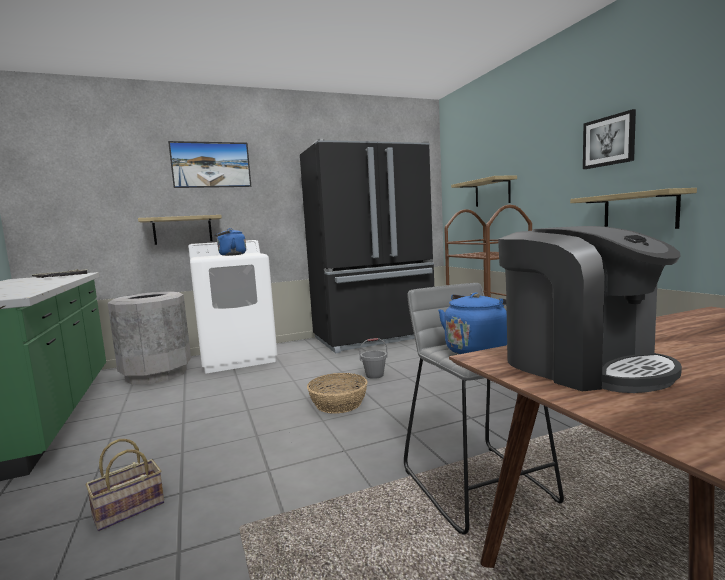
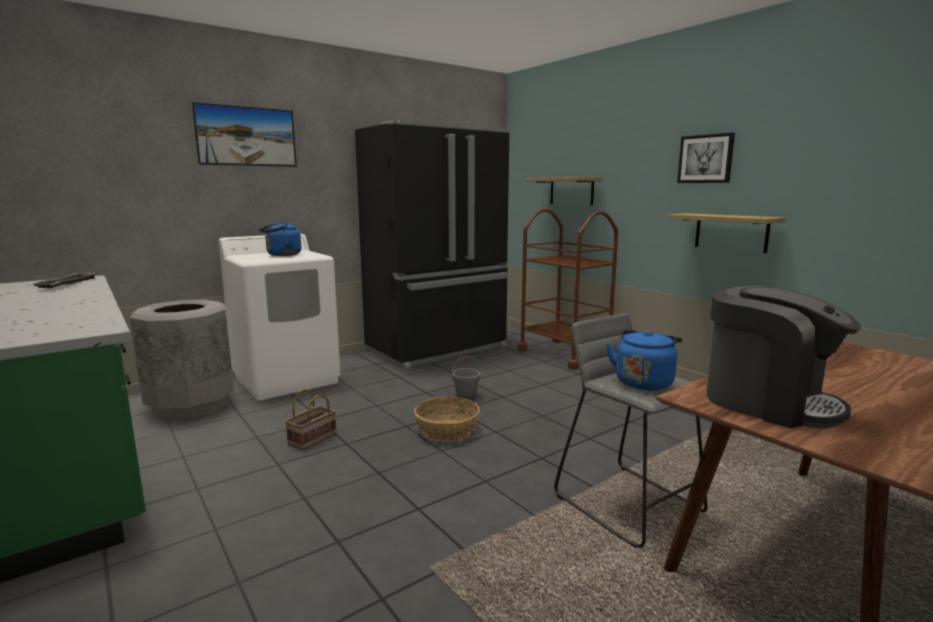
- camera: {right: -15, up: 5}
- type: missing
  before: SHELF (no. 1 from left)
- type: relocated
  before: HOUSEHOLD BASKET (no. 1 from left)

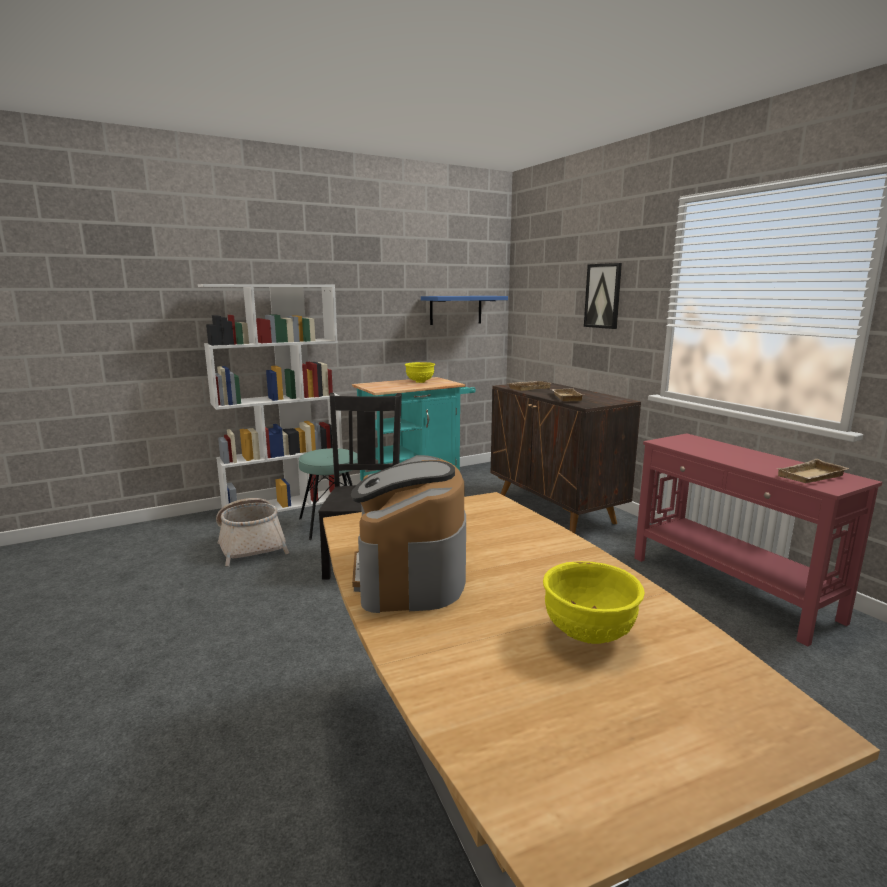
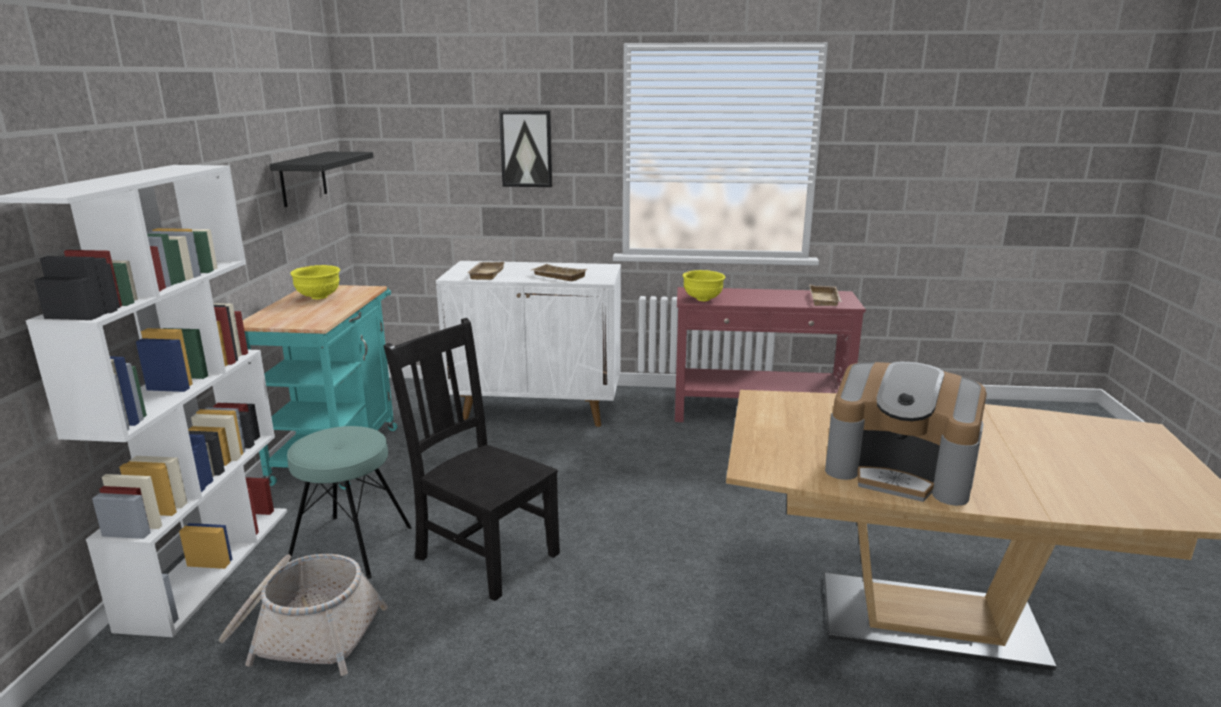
- camera: {right: -55, up: 5}
- type: colour
  before: BLUE-COLOURED SHELF
  after: BLACK SHELF
- type: colour
  before: BROWN CUPBOARD
  after: WHITE-COLOURED CUPBOARD
- type: relocated
  before: YELLOWISH BOWL (no. 2 from left)

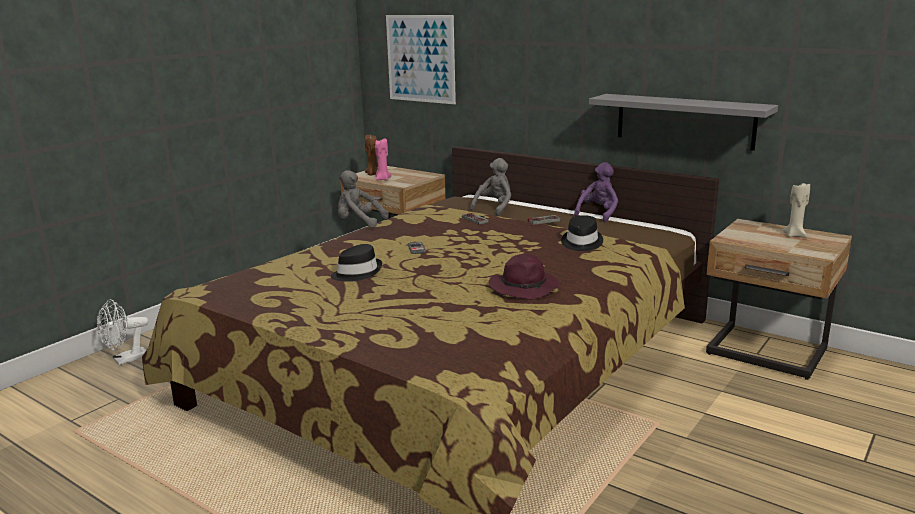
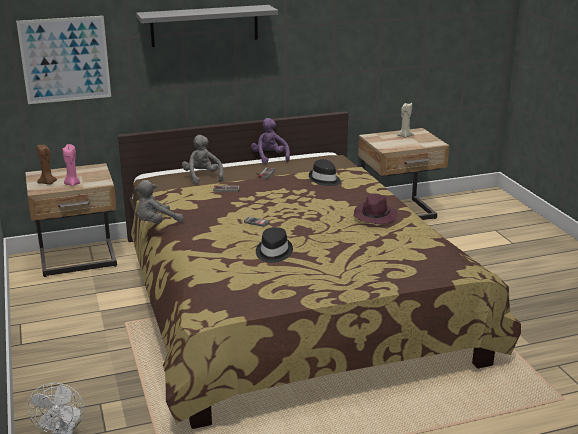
- camera: {right: -55, up: 5}
- type: relocated
  before: GRAY SHELF

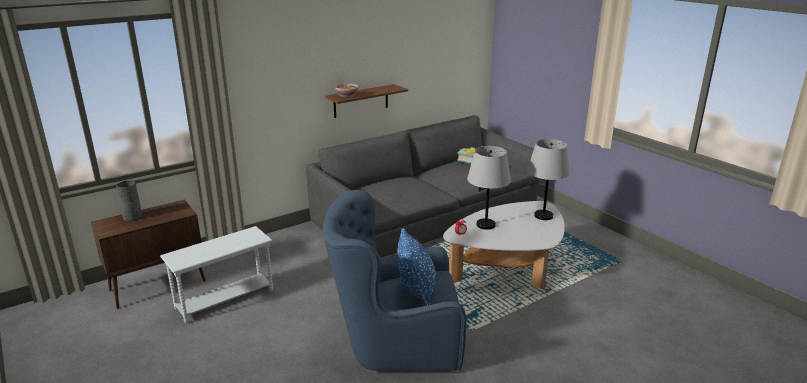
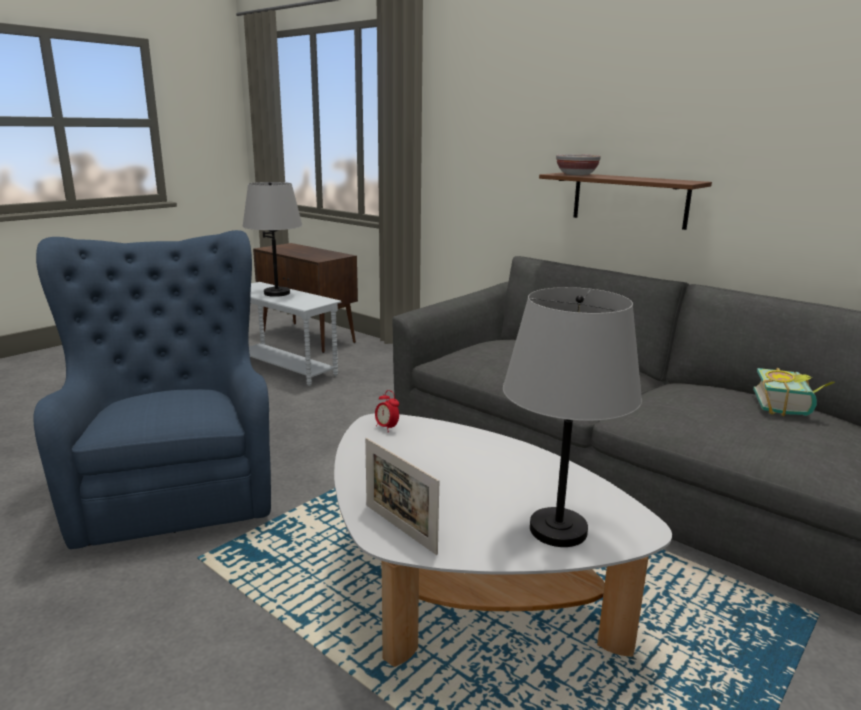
- camera: {right: 75, up: -5}
- type: relocated
  before: GRAY LAMP FOR A TABLE (no. 1 from left)
- type: missing
  before: GRAY DECORATIVE VASE
- type: missing
  before: BLUE-COLOURED CUSHION
- type: appeared
  after: PHOTO FRAME

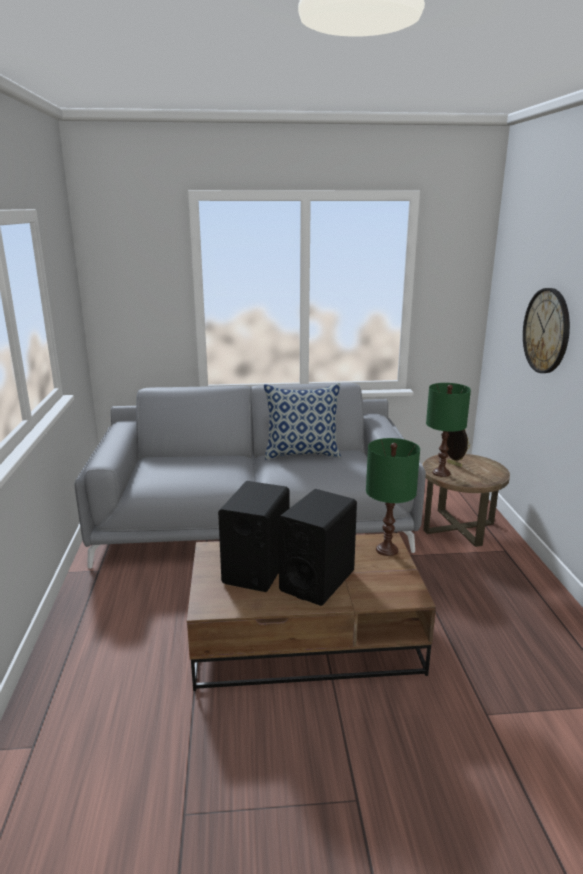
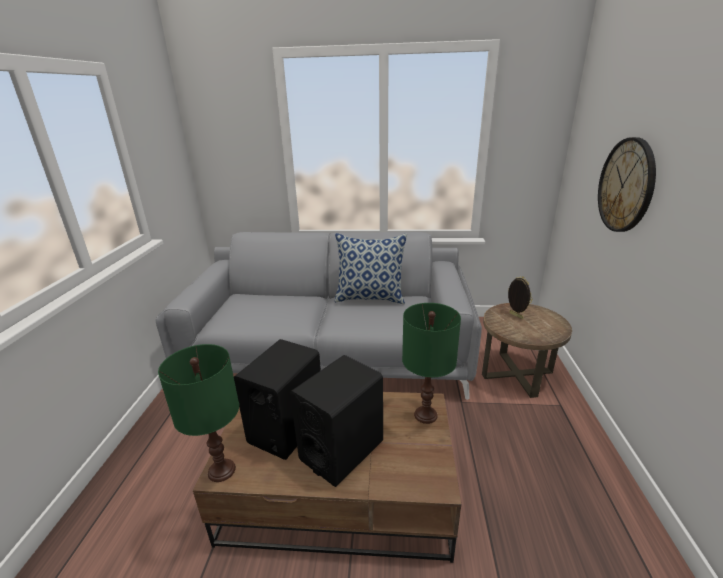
- camera: {right: 10, up: 5}
- type: relocated
  before: GREEN-COLOURED LAMP FOR A TABLE (no. 2 from left in the first image)
  after: GREEN-COLOURED LAMP FOR A TABLE (no. 1 from left)

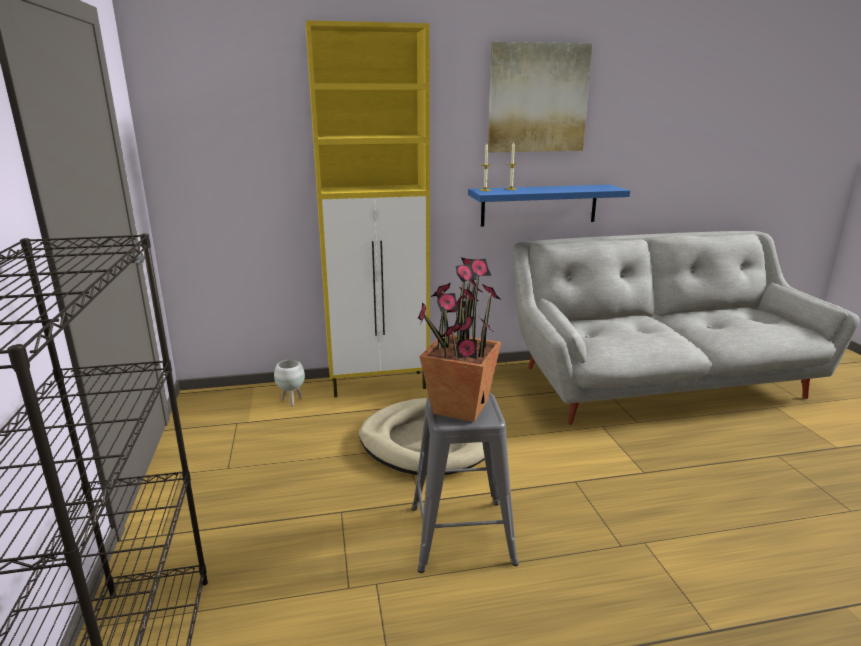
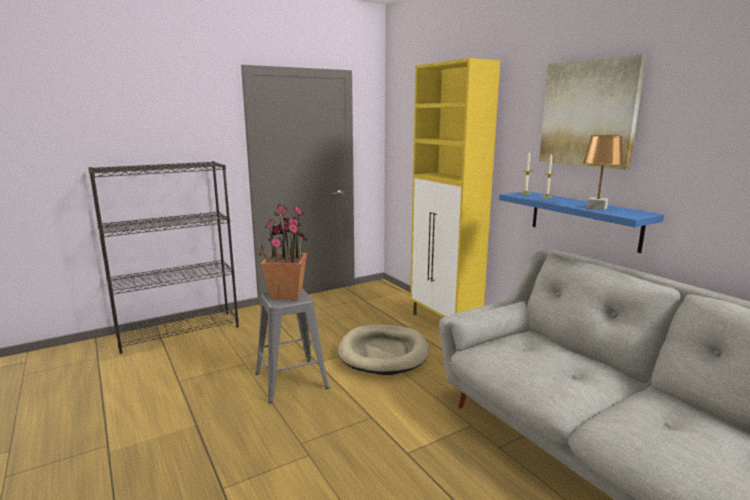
- camera: {right: 70, up: -5}
- type: missing
  before: WHITE-COLOURED FLOWER POT
- type: appeared
  after: BROWN LAMP FOR A TABLE

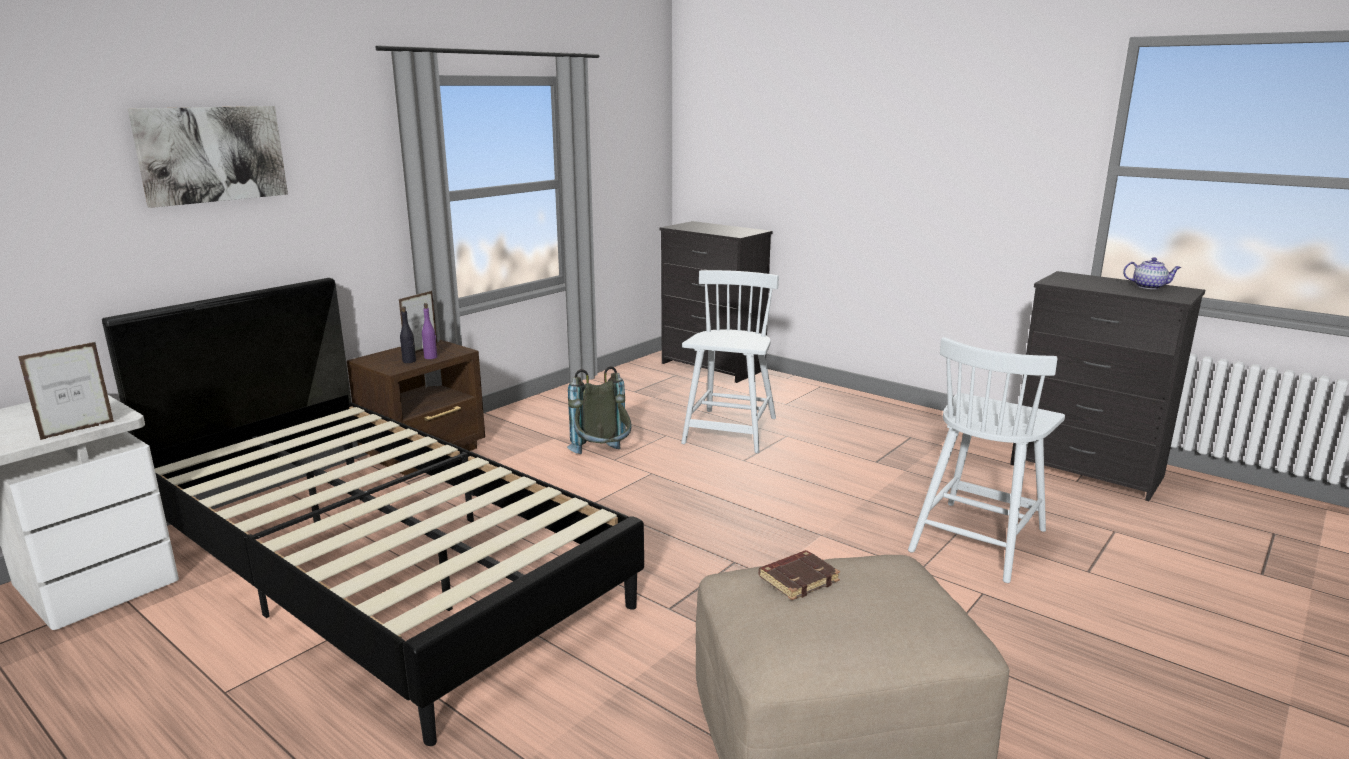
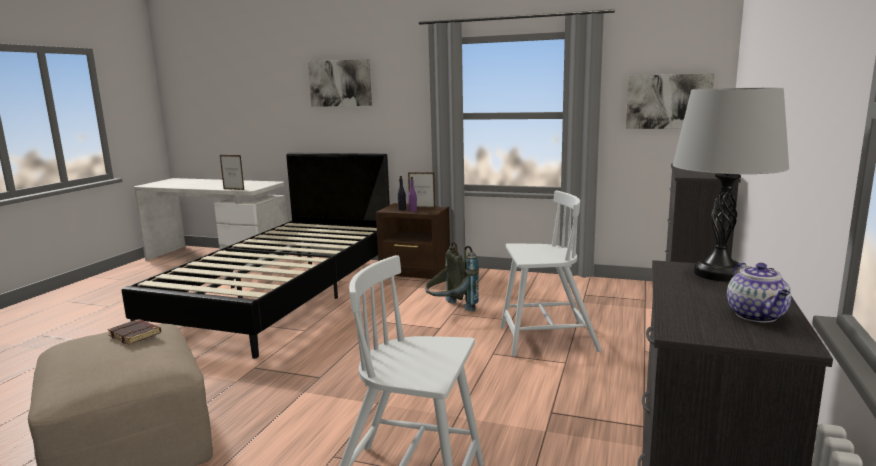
- camera: {right: 70, up: -5}
- type: appeared
  after: PICTURE (no. 2 from left)
- type: appeared
  after: GRAY LAMP FOR A TABLE

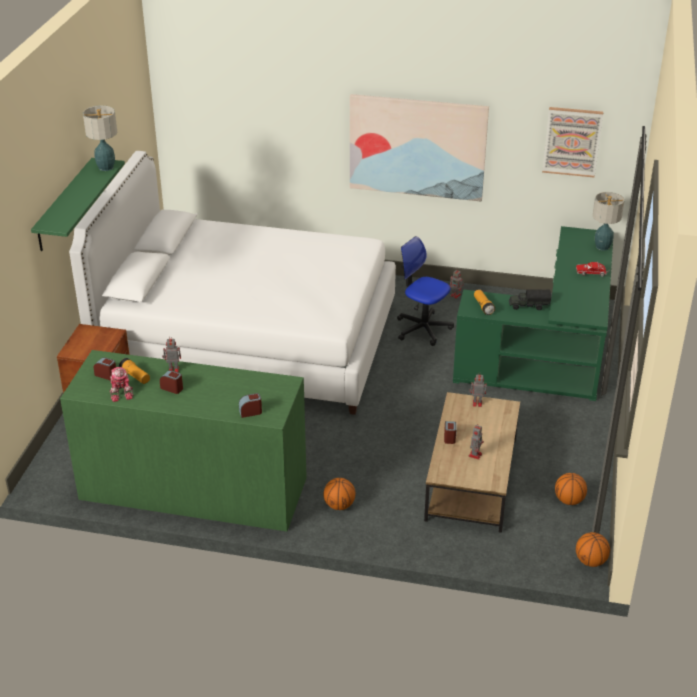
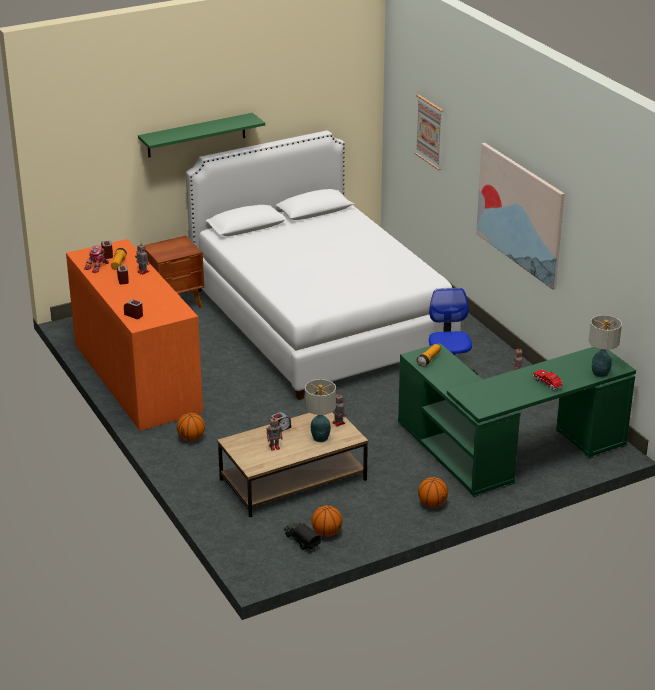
- camera: {right: 50, up: -5}
- type: relocated
  before: LAMP FOR A TABLE (no. 1 from left)
- type: relocated
  before: PICTURE (no. 2 from left in the first image)
  after: PICTURE (no. 1 from left)
- type: relocated
  before: TOY LORRY (no. 1 from left)
- type: colour
  before: GREEN-COLOURED DRESSER
  after: ORANGE-COLOURED DRESSER
- type: relocated
  before: BASKETBALL (no. 3 from left)

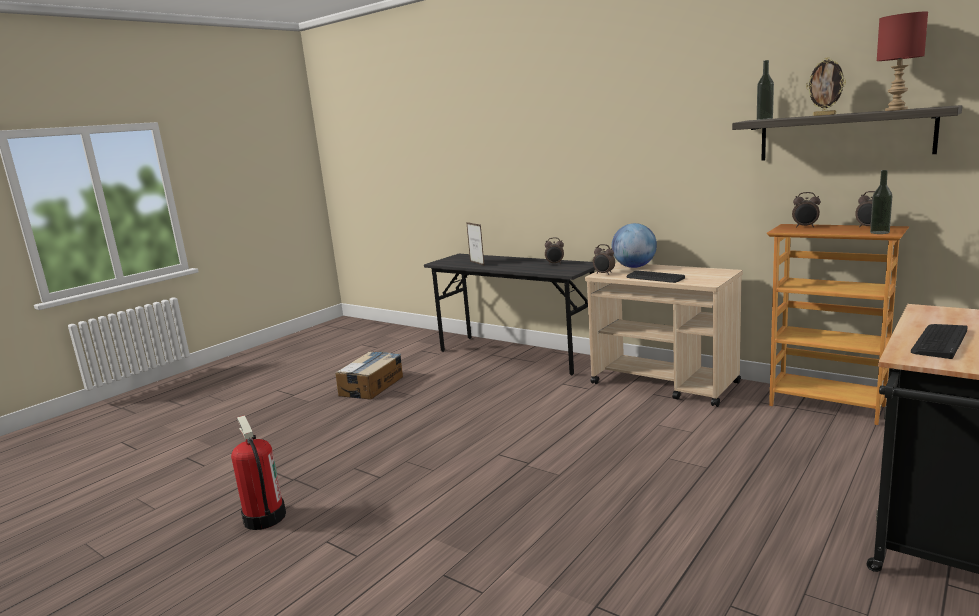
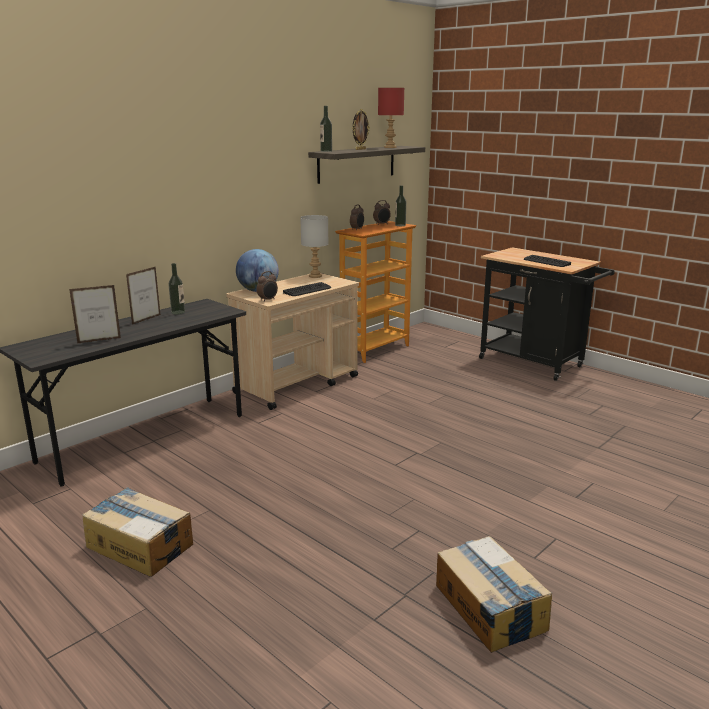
- camera: {right: -85, up: 5}
- type: exchanged
  before: ALARM CLOCK (no. 1 from left)
  after: DRINK BOTTLE (no. 1 from left)
- type: exchanged
  before: FIRE-FIGHTING CYLINDER
  after: CARTON (no. 2 from left)
- type: appeared
  after: GRAY LAMP FOR A TABLE
- type: appeared
  after: PHOTO FRAME (no. 2 from left)

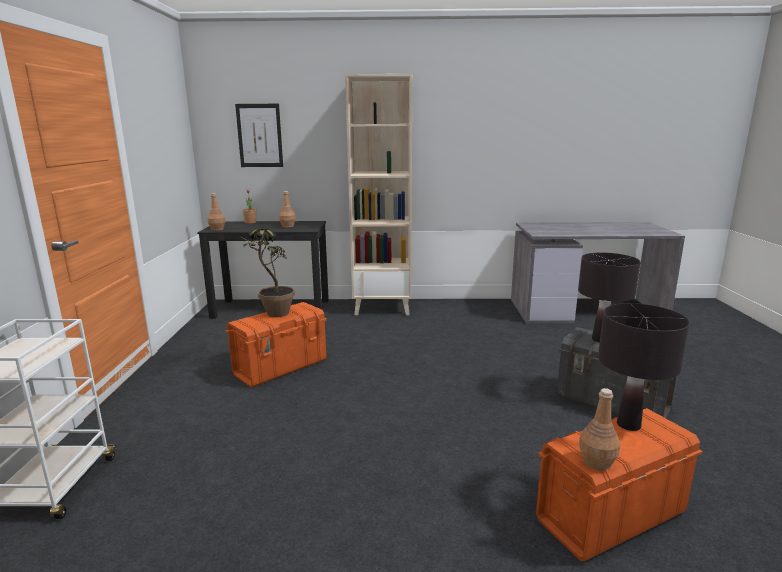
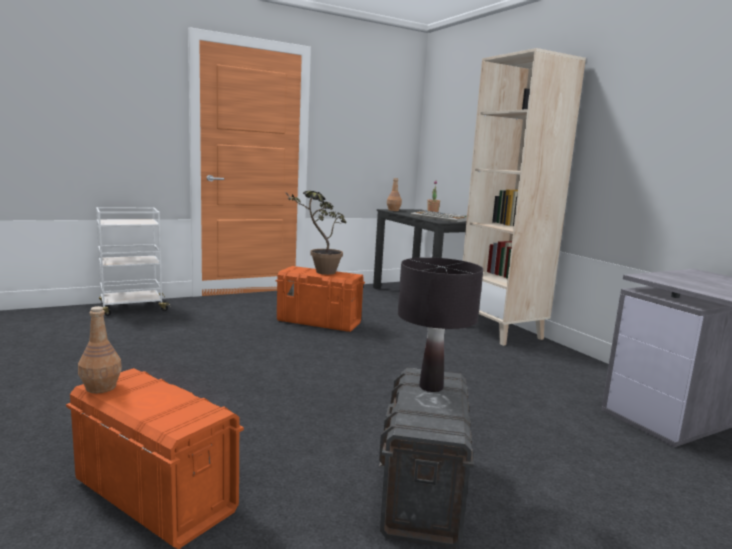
- camera: {right: 60, up: -5}
- type: missing
  before: PICTURE
- type: exchanged
  before: BROWN DRINK BOTTLE (no. 2 from left)
  after: KEYBOARD
- type: missing
  before: BLACK LAMP FOR A TABLE (no. 2 from left)

